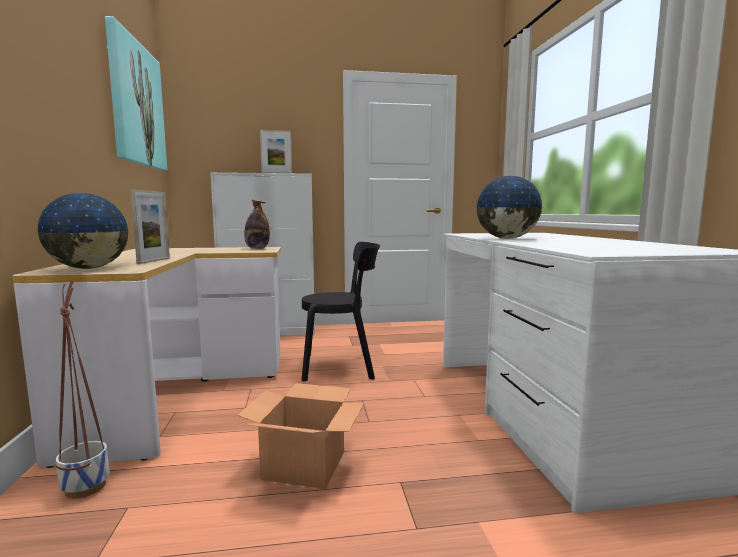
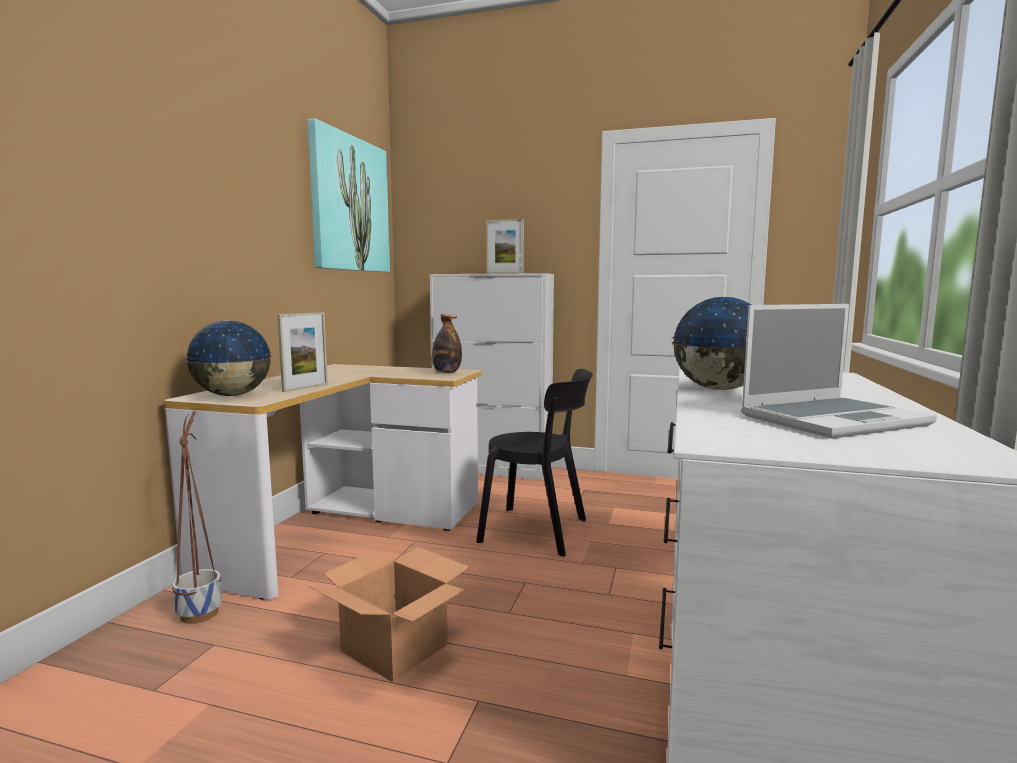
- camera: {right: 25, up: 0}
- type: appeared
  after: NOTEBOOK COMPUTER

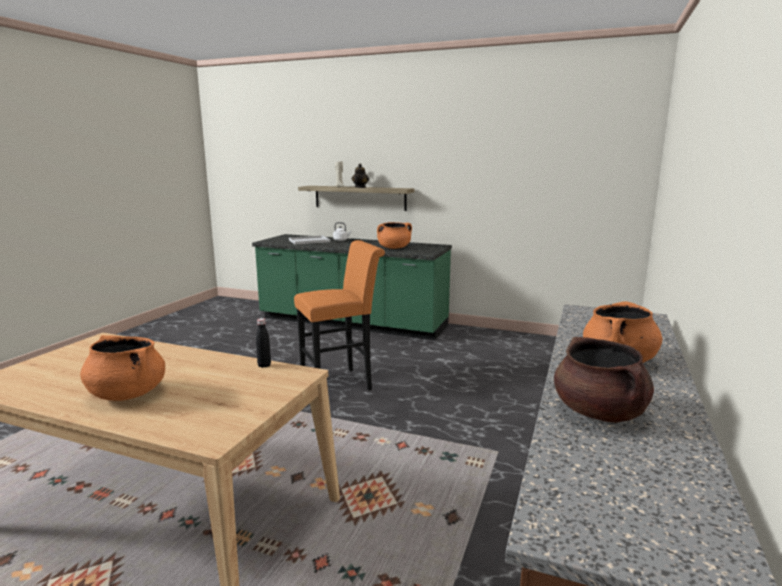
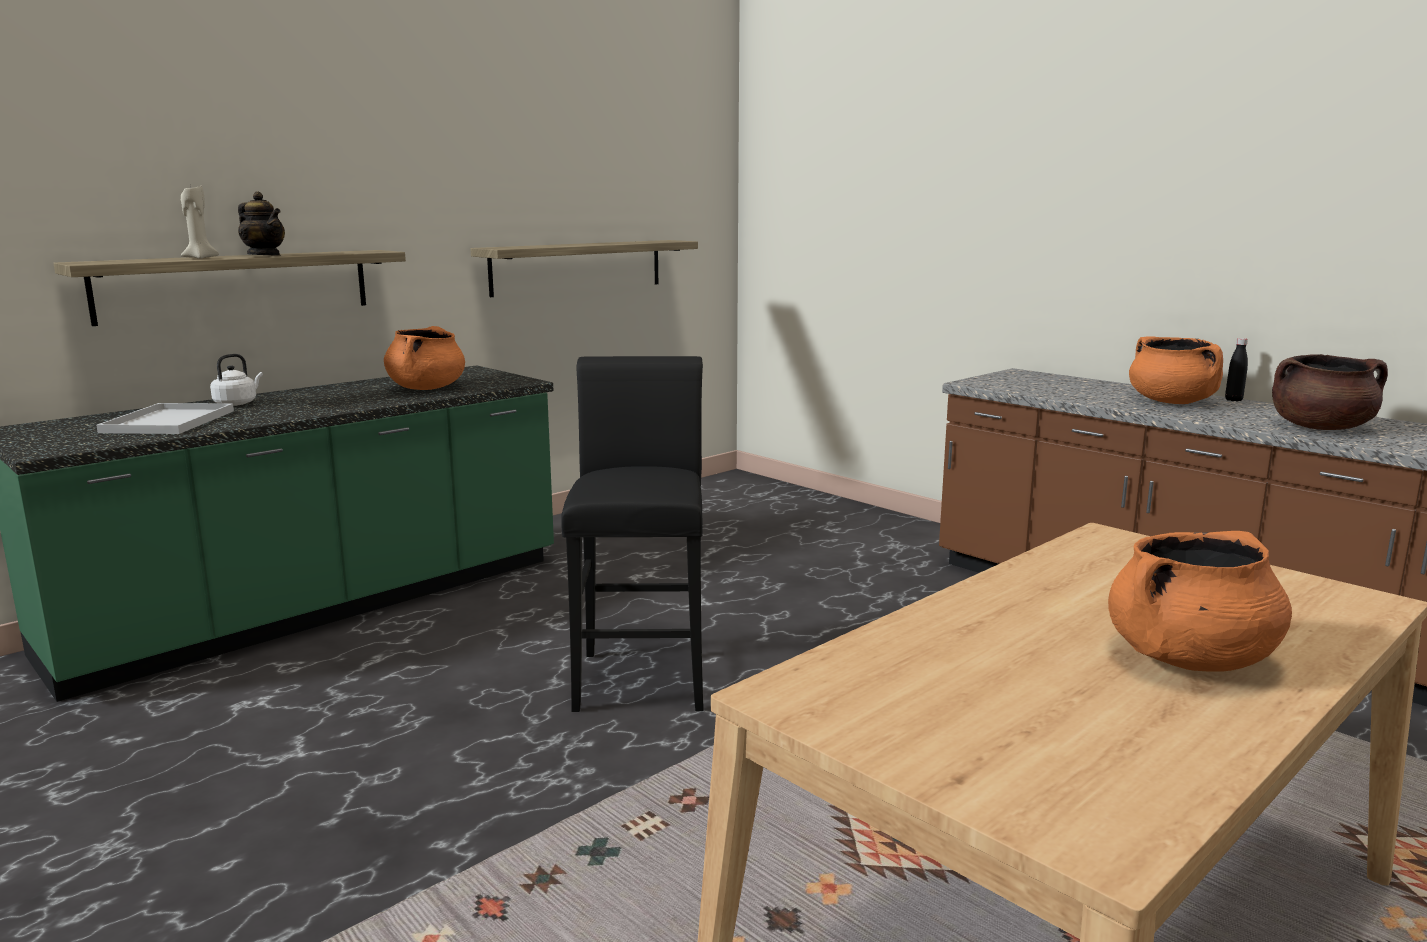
- camera: {right: -65, up: 0}
- type: colour
  before: ORANGE-COLOURED STOOL SEAT
  after: BLACK STOOL SEAT
- type: relocated
  before: BLACK DRINK BOTTLE
- type: appeared
  after: SHELF (no. 2 from left)

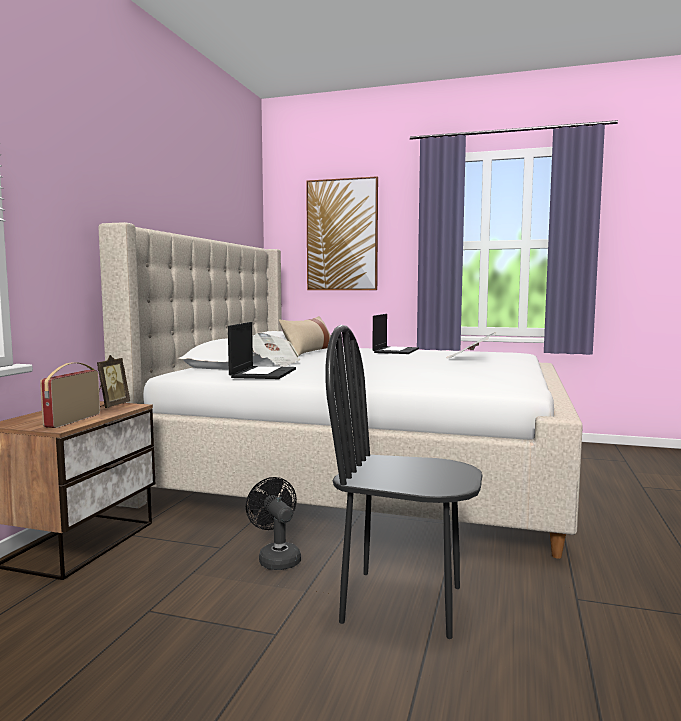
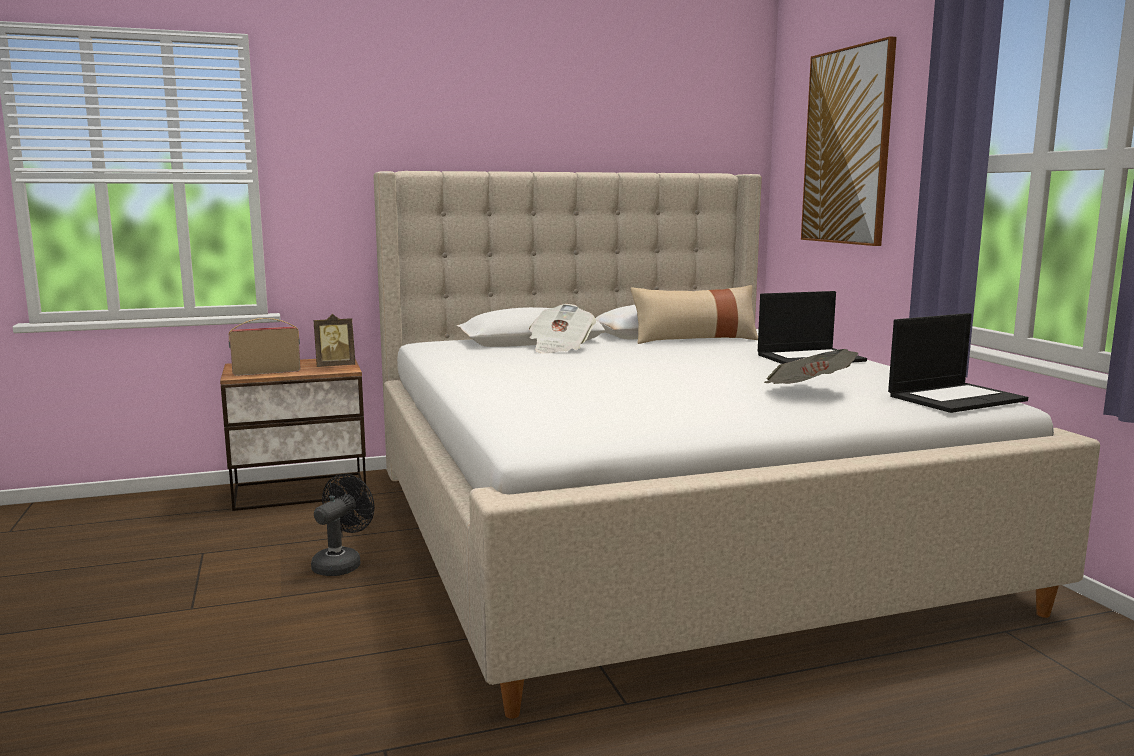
- camera: {right: 55, up: 5}
- type: relocated
  before: NOTEBOOK COMPUTER (no. 1 from left in the first image)
  after: NOTEBOOK COMPUTER (no. 2 from left)
- type: missing
  before: BLACK CHAIR

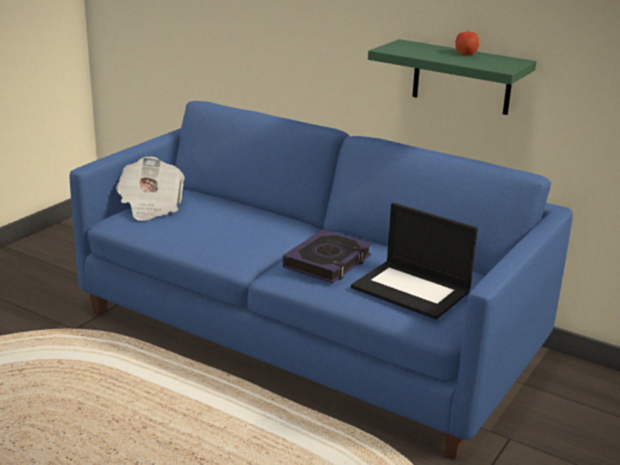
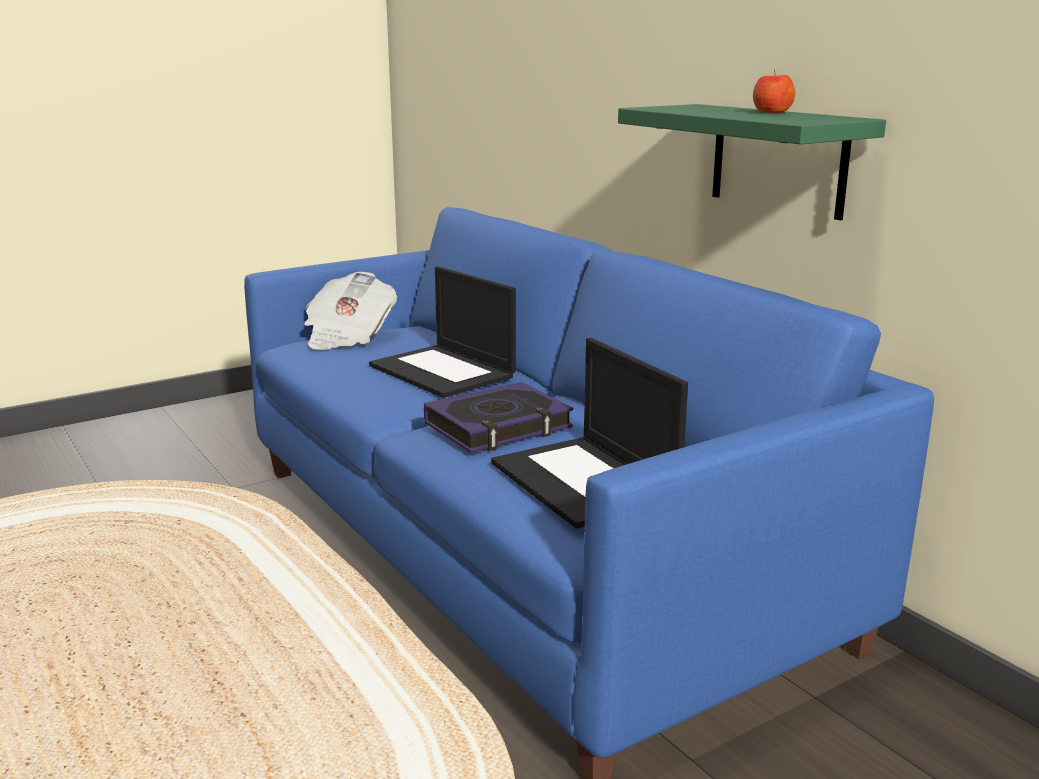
- camera: {right: 25, up: -5}
- type: appeared
  after: NOTEBOOK COMPUTER (no. 1 from left)

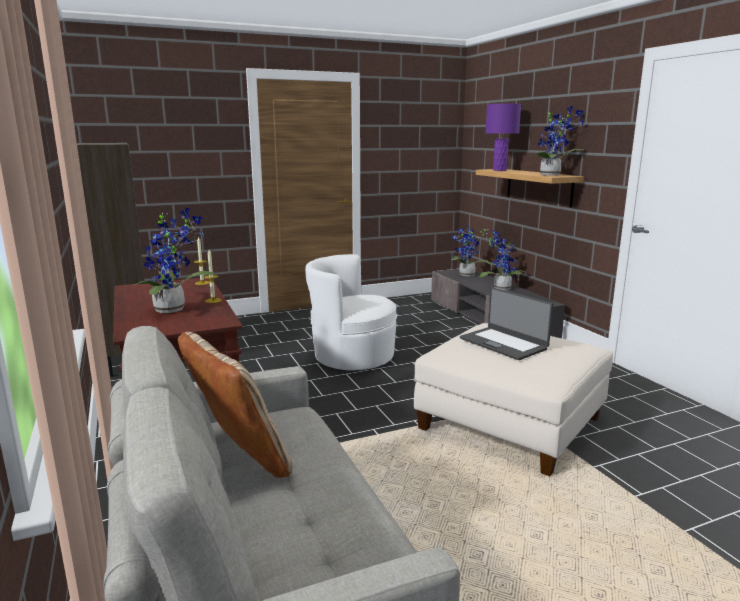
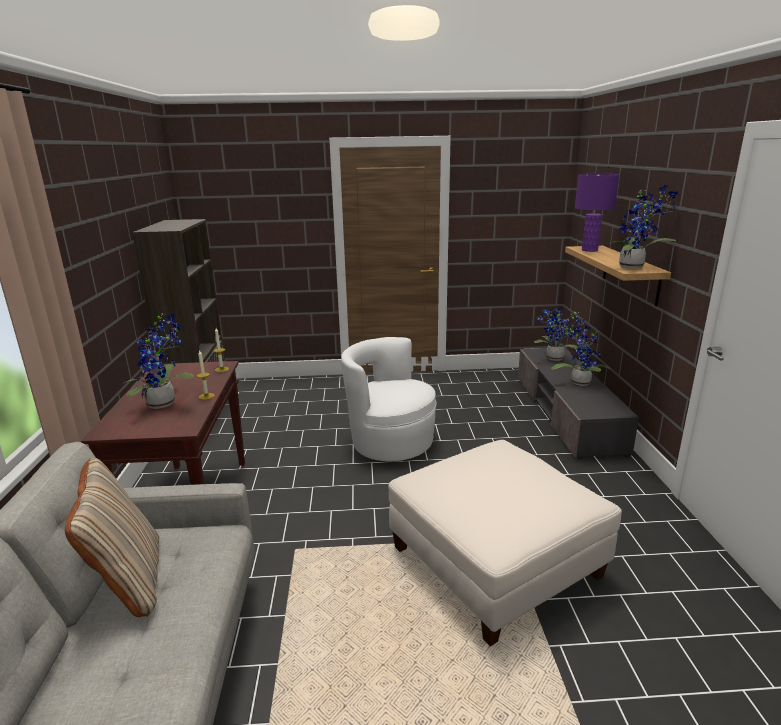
- camera: {right: 20, up: 5}
- type: missing
  before: NOTEBOOK COMPUTER

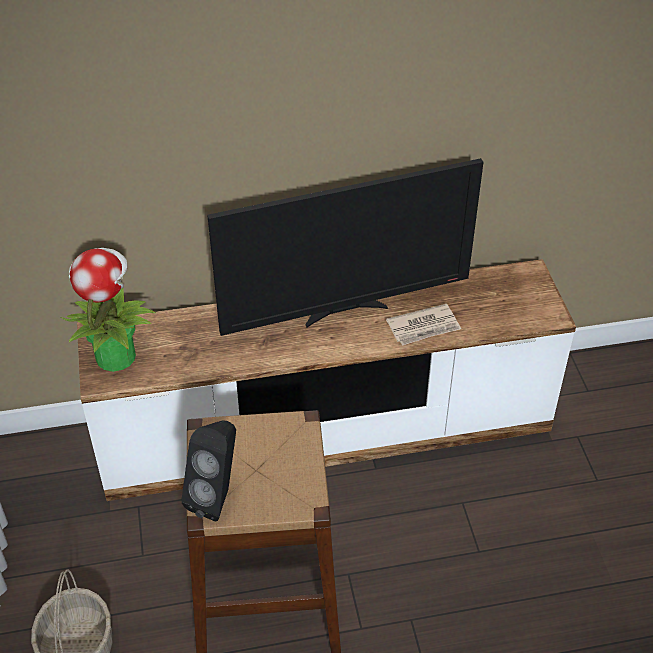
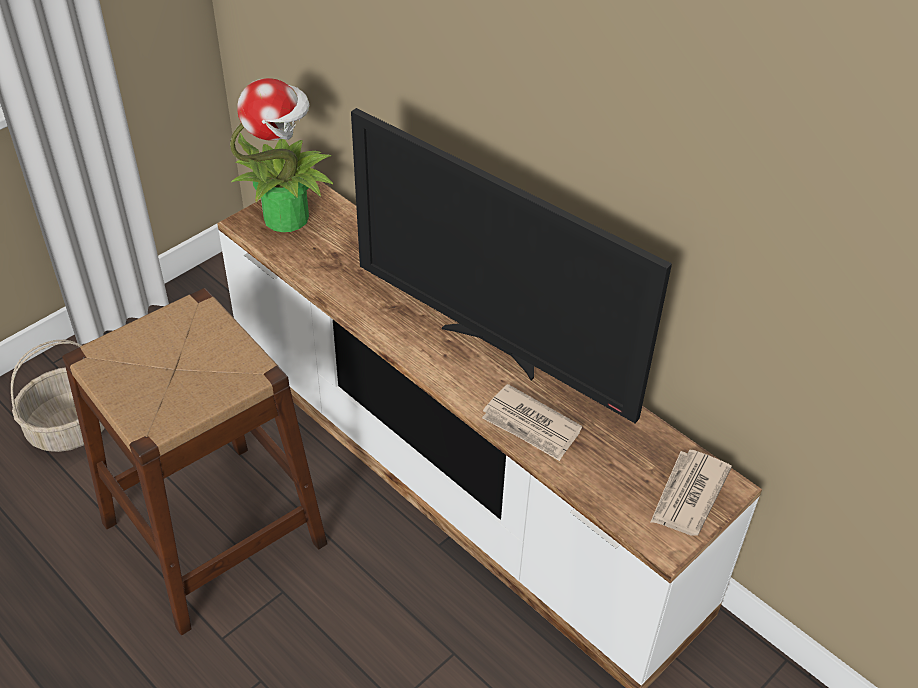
- camera: {right: 55, up: 0}
- type: missing
  before: BLACK SPEAKER
- type: appeared
  after: PRINTED PAPER (no. 2 from left)

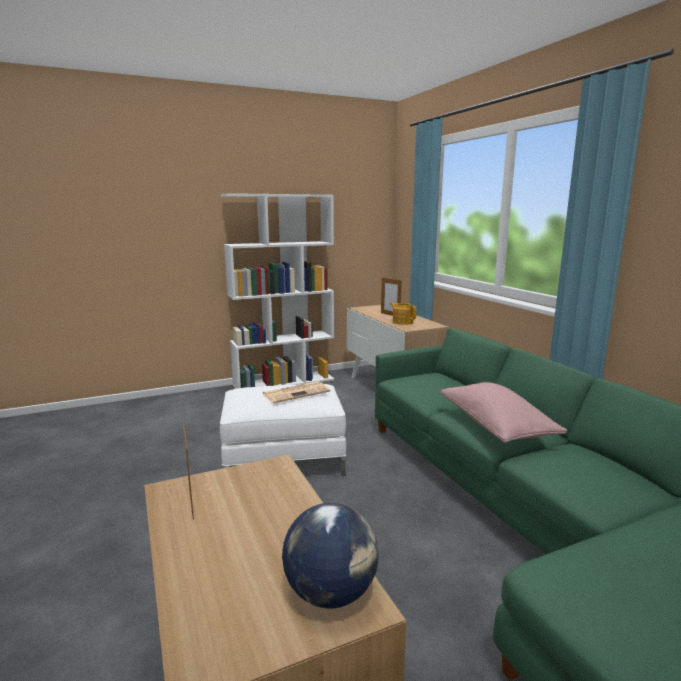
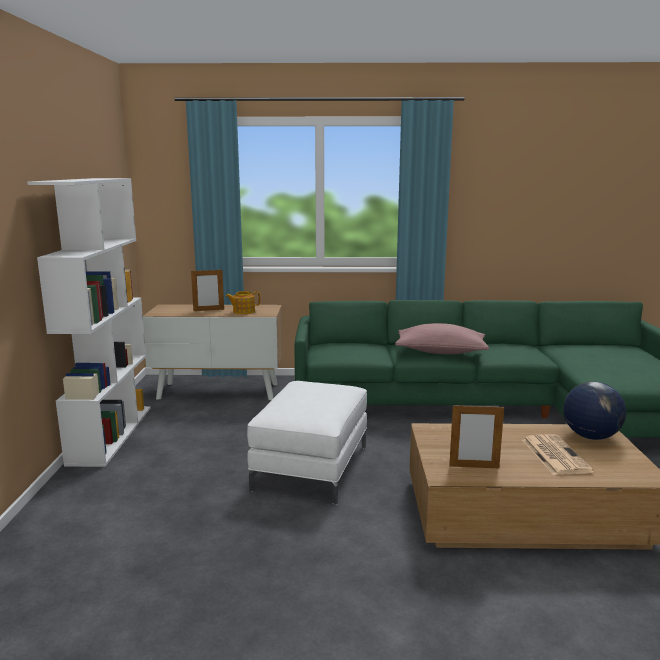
- camera: {right: -65, up: 0}
- type: relocated
  before: PRINTED PAPER

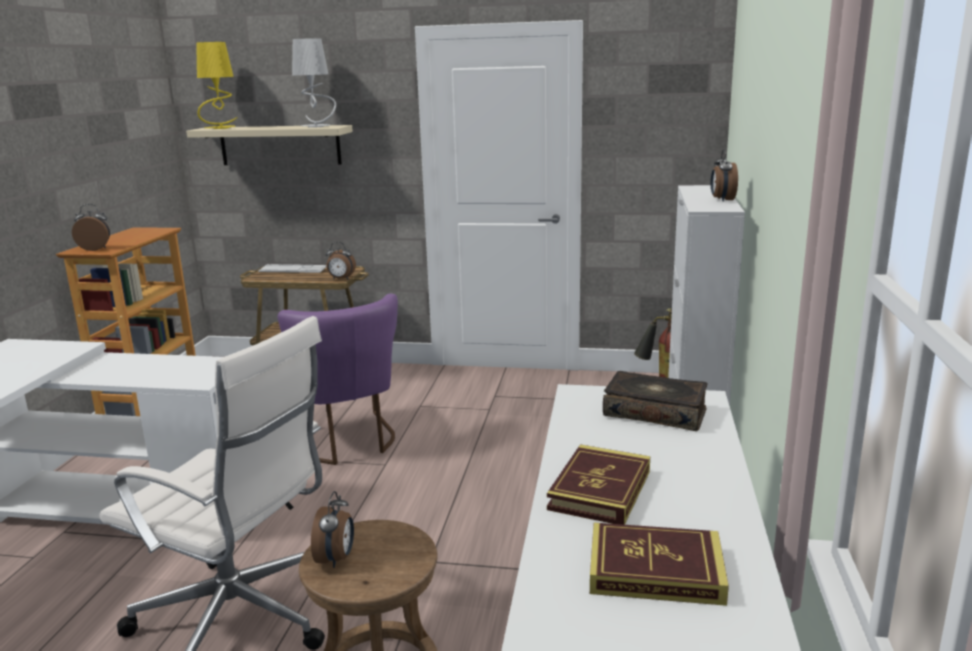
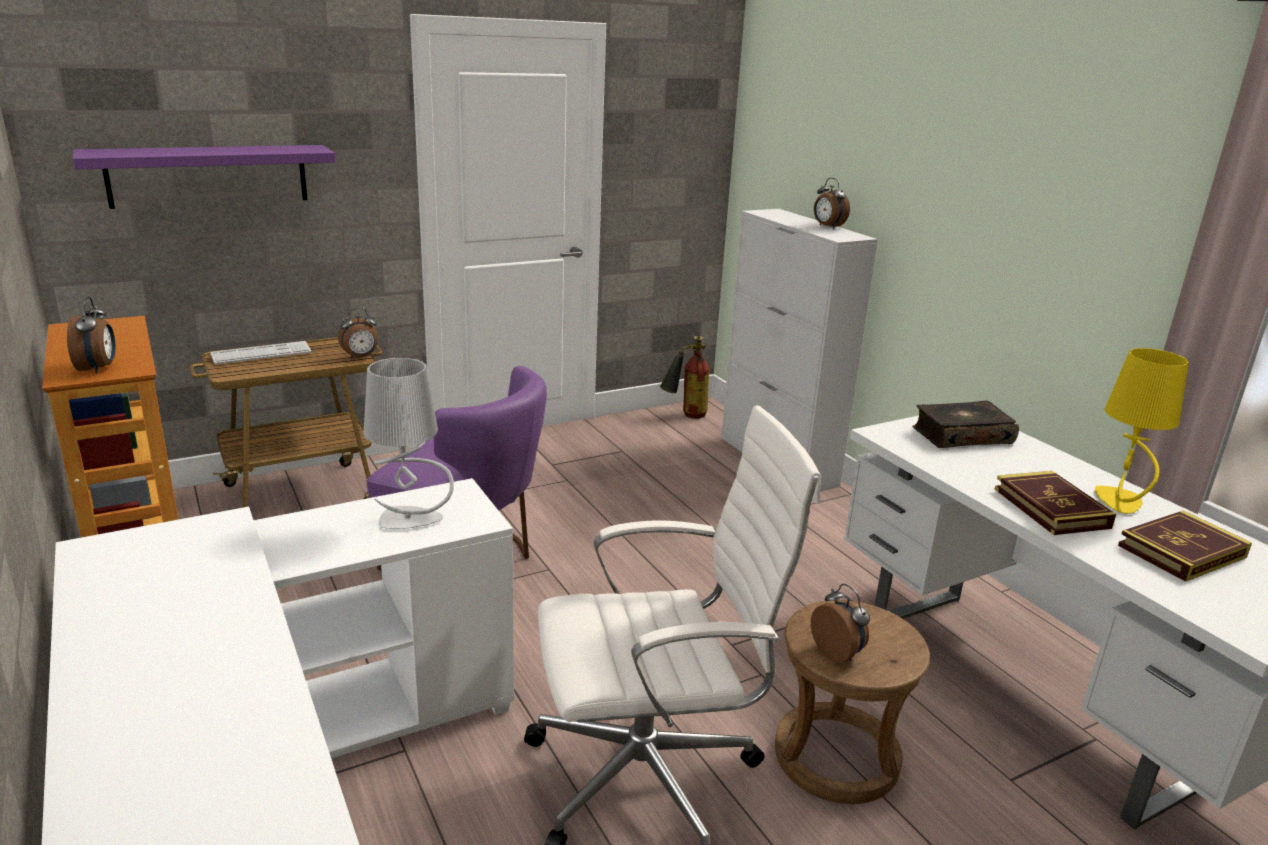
- camera: {right: -40, up: 5}
- type: relocated
  before: GRAY LAMP FOR A TABLE
- type: relocated
  before: YELLOWISH LAMP FOR A TABLE
- type: colour
  before: SAND-COLOURED SHELF
  after: PURPLE-COLOURED SHELF
- type: spun
  before: ALARM CLOCK (no. 1 from left)
  turn: 120

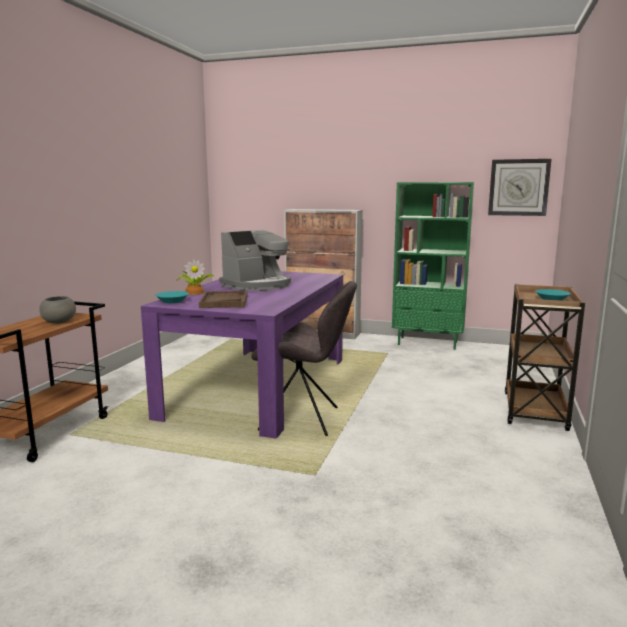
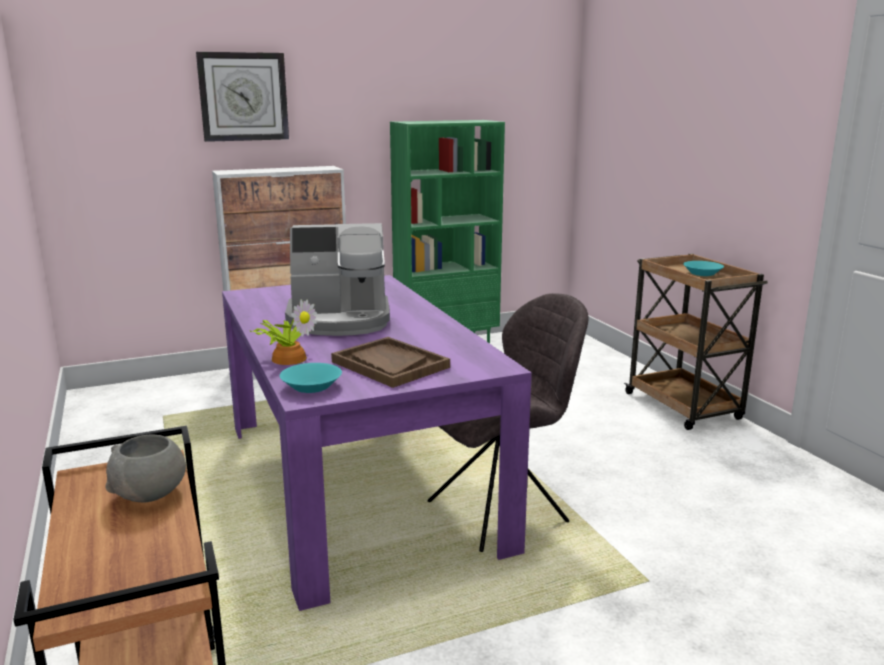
- camera: {right: -40, up: 5}
- type: relocated
  before: CLOCK ON THE WALL
- type: spun
  before: COFFEE MAKER
  turn: 75

